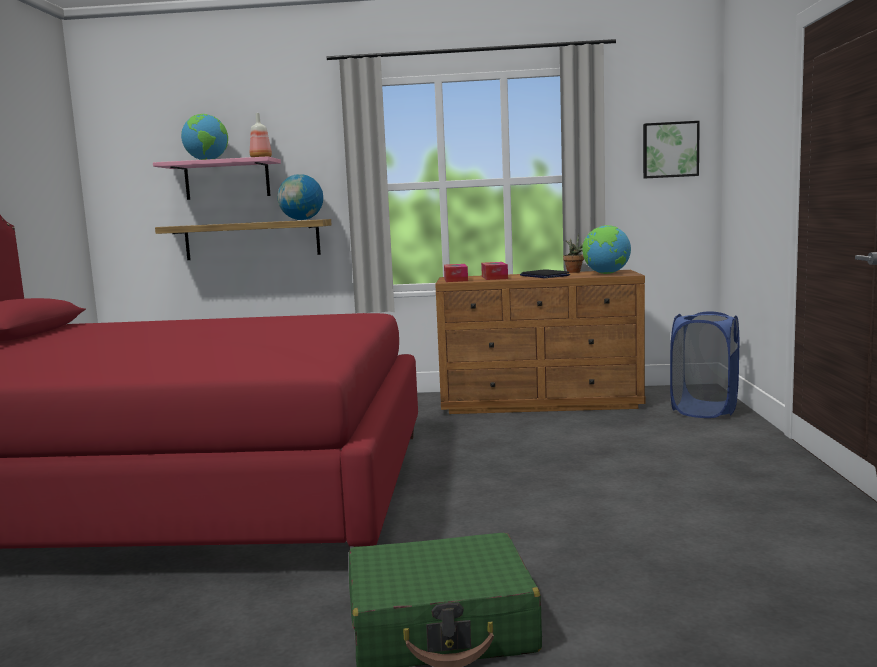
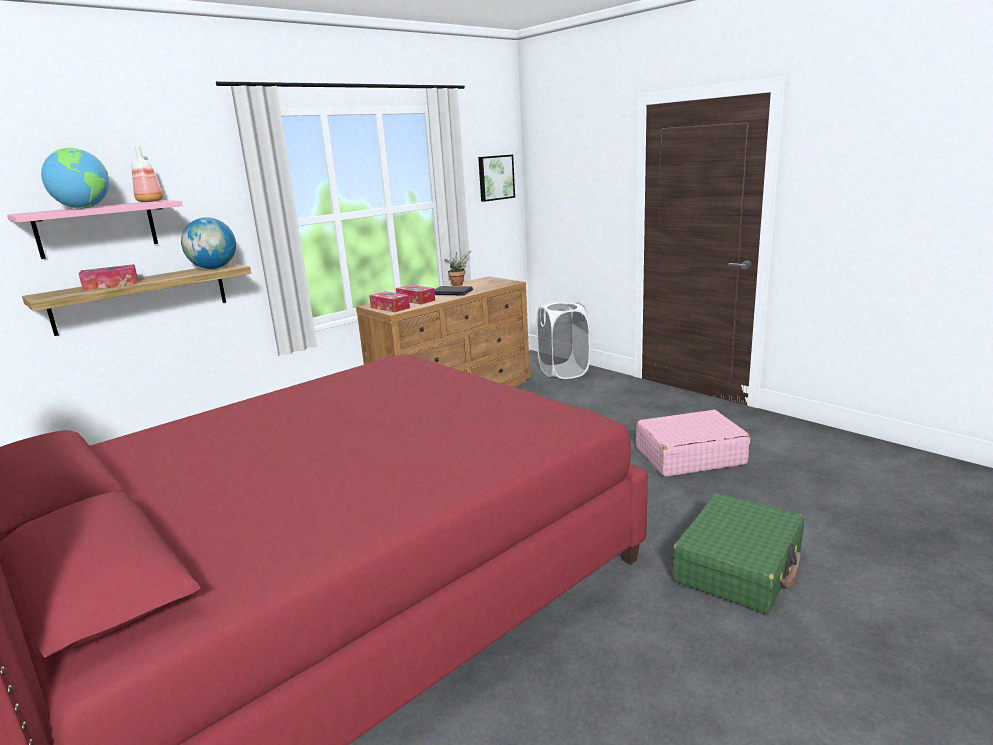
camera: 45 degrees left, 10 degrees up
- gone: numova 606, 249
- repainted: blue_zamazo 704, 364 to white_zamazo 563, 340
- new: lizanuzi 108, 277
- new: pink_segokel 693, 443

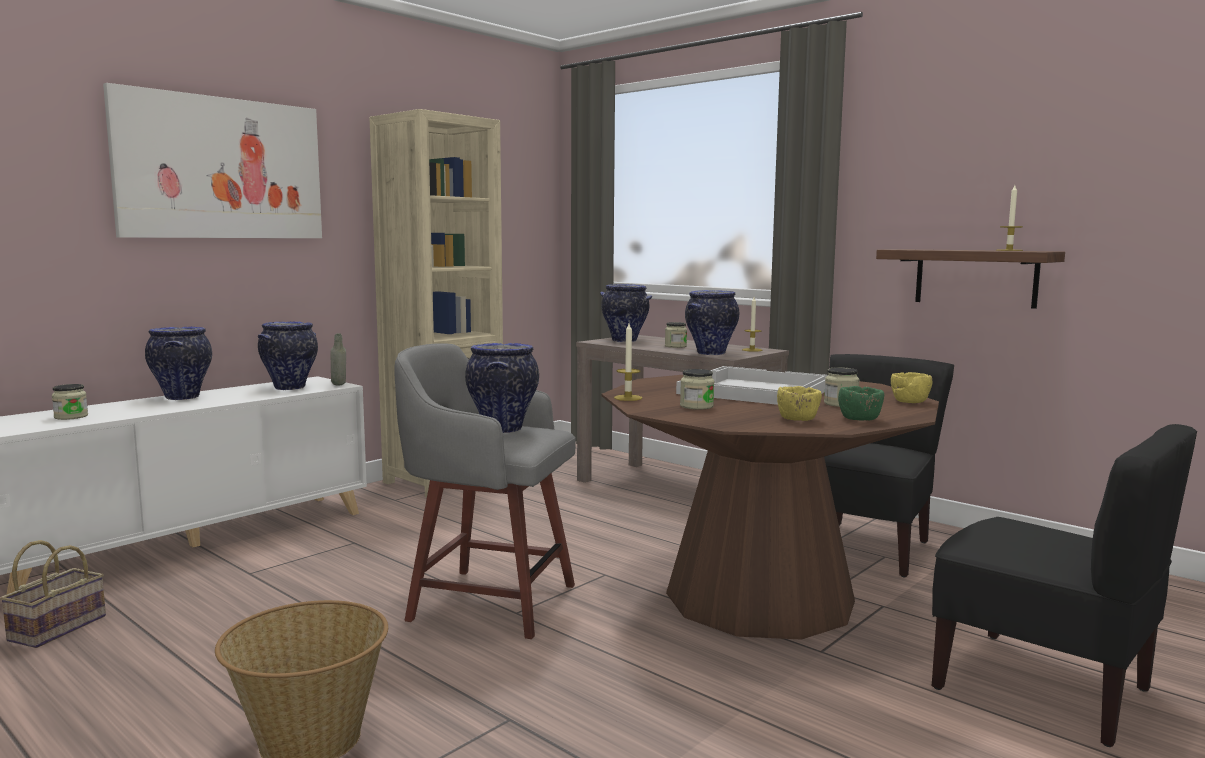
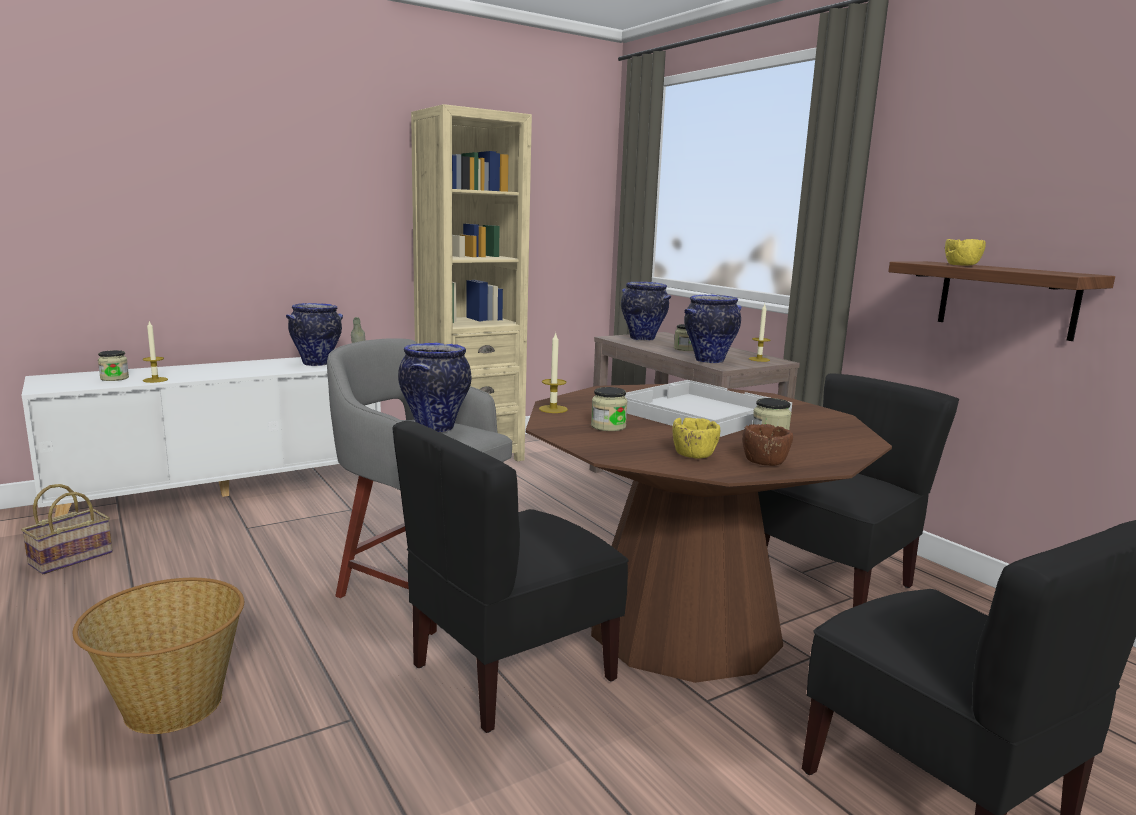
camera: 15 degrees right, 5 degrees up
- gone: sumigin 212, 160
- gone: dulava 178, 363
- repainted: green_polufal 861, 403 to brown_polufal 768, 445
- shifted: yellow_polufal 911, 387 to 965, 252
- shifted: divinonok 1010, 218 to 155, 352
- new: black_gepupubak 510, 577

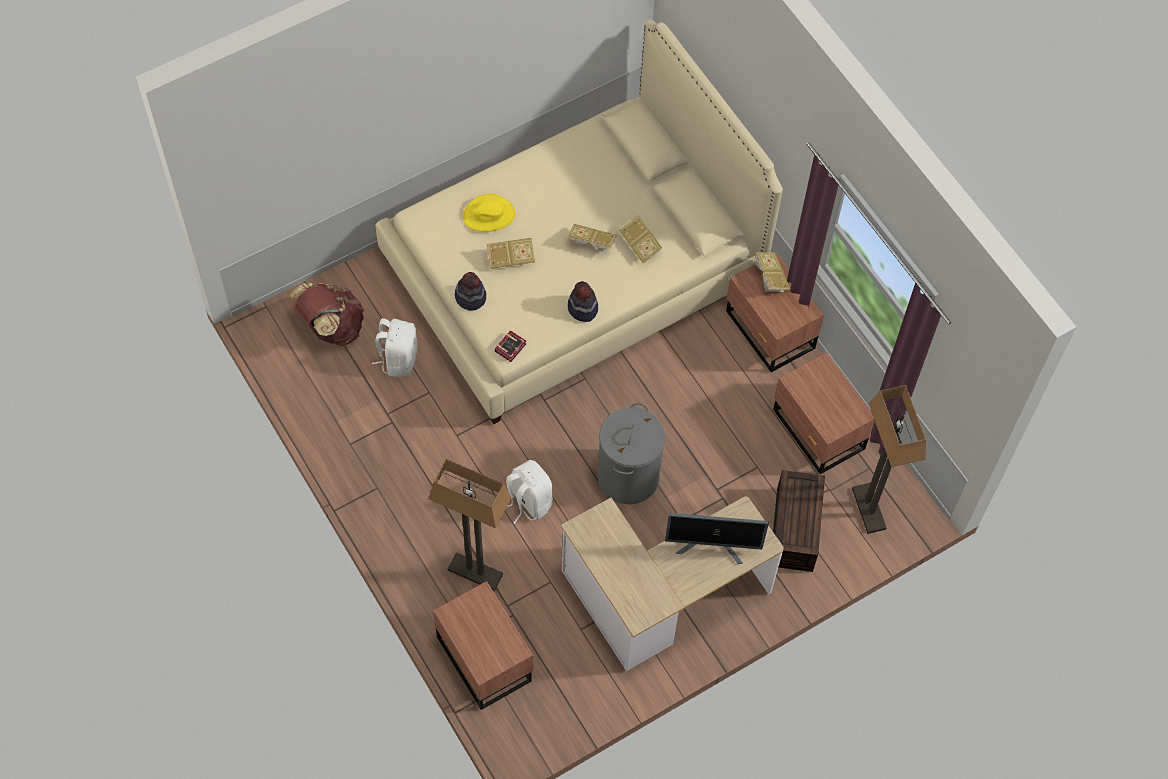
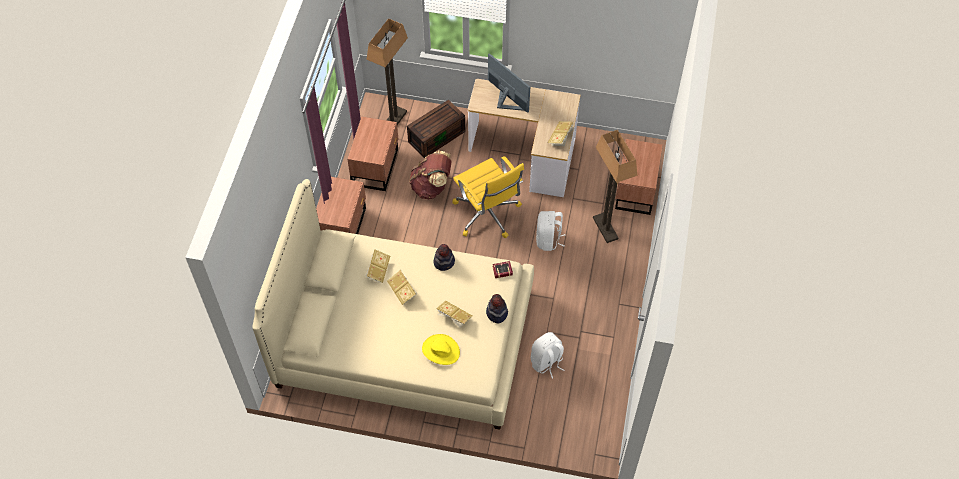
camera: 135 degrees left, 5 degrees down
- shifted: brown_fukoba 326, 314 to 430, 174
- swapped: grey_zamazo 631, 453 to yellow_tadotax 488, 197
- shifted: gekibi 772, 272 to 561, 133

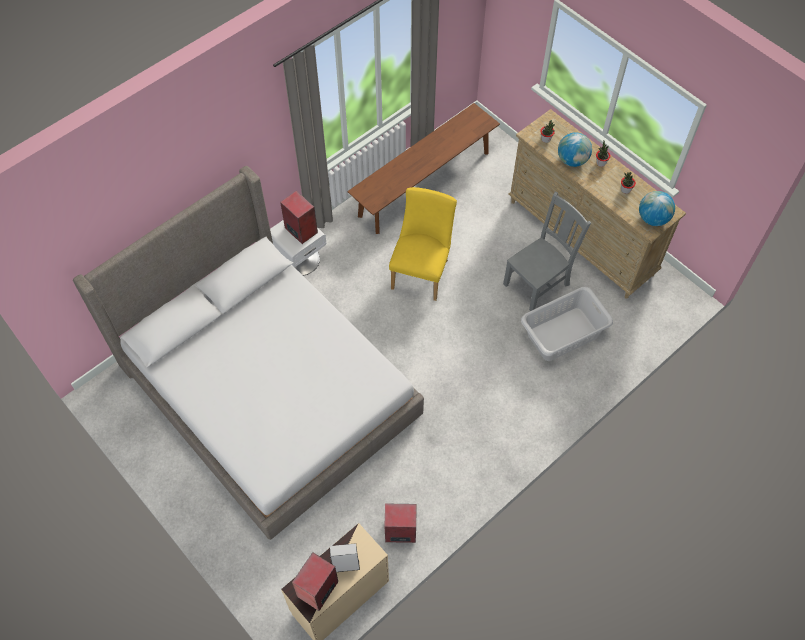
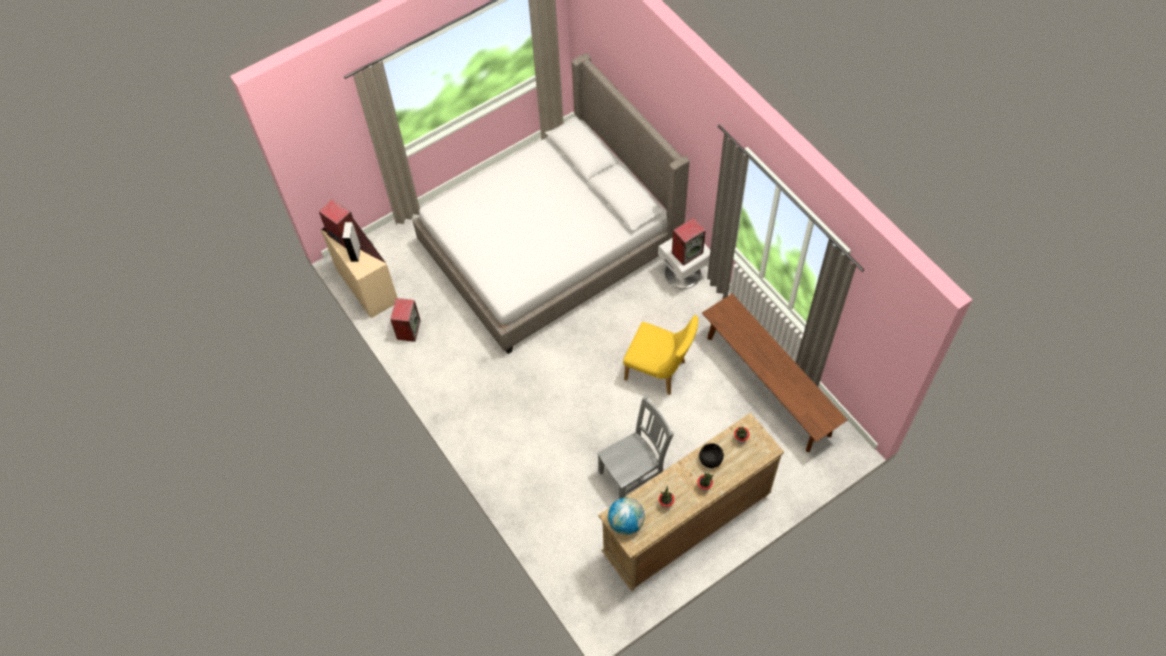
camera: 100 degrees right, 0 degrees up
- rotated: grey_gepupubak 547, 251 = 635, 447 90 degrees counterclockwise
- gone: grey_zamazo 567, 324
- swapped: numova 575, 149 to black_polufal 711, 455

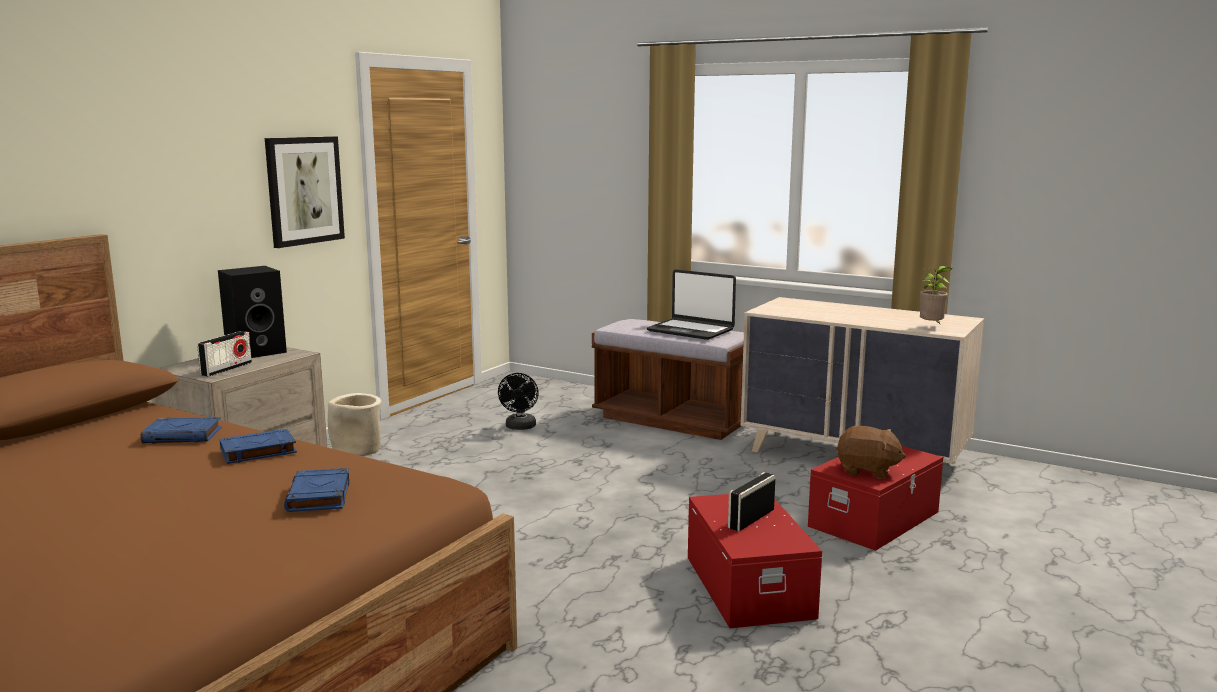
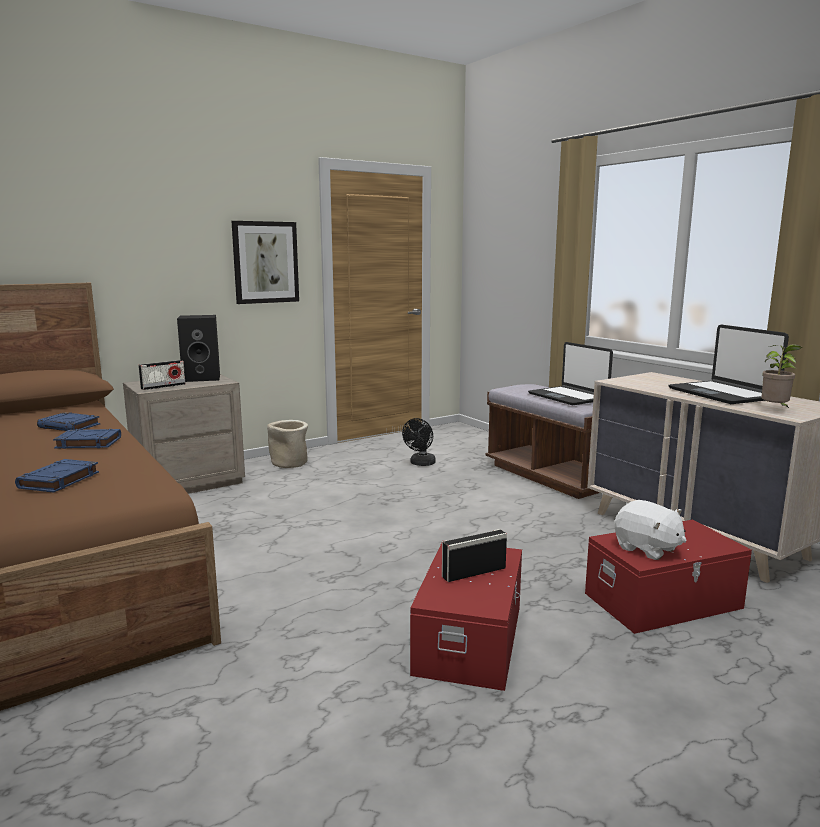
camera: 25 degrees right, 0 degrees up
- repainted: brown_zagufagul 871, 452 to white_zagufagul 651, 530
- new: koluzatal 729, 364

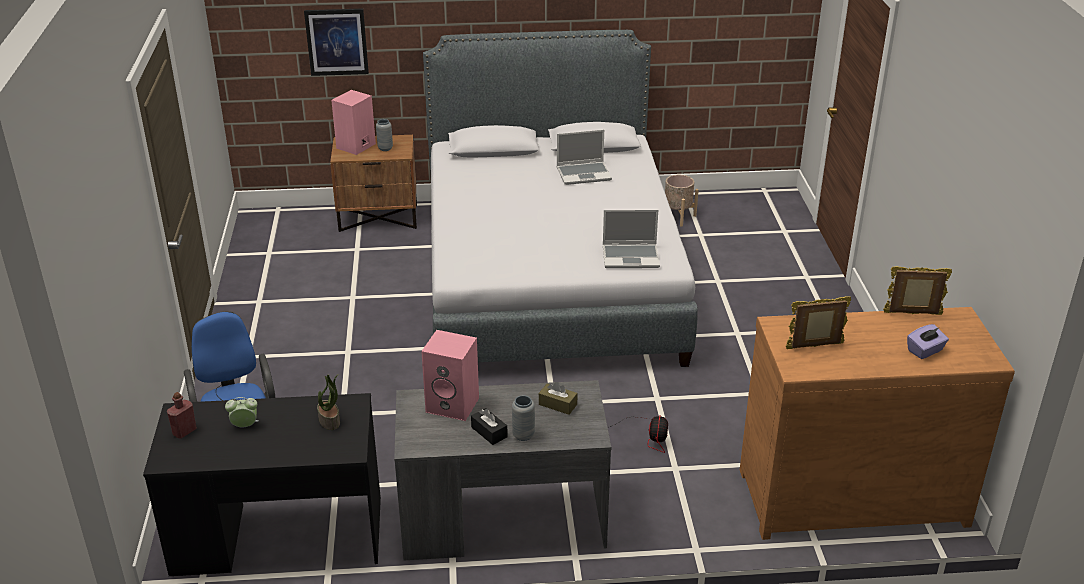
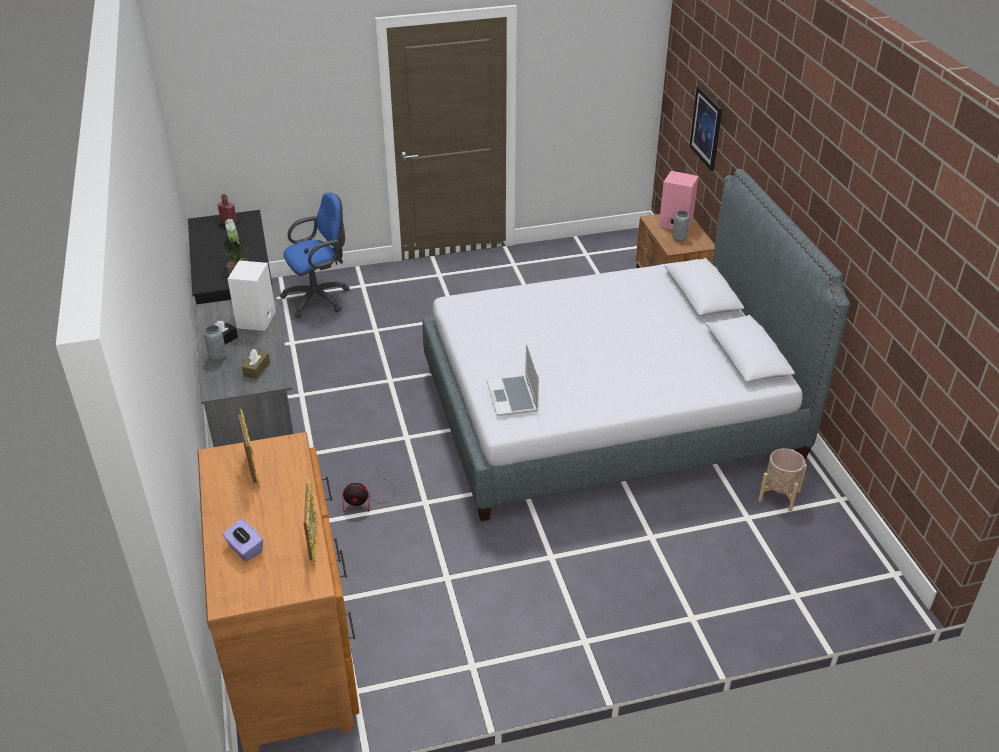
camera: 80 degrees right, 5 degrees up
- repainted: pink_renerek 450, 375 to white_renerek 252, 296
- gone: koluzatal 584, 157

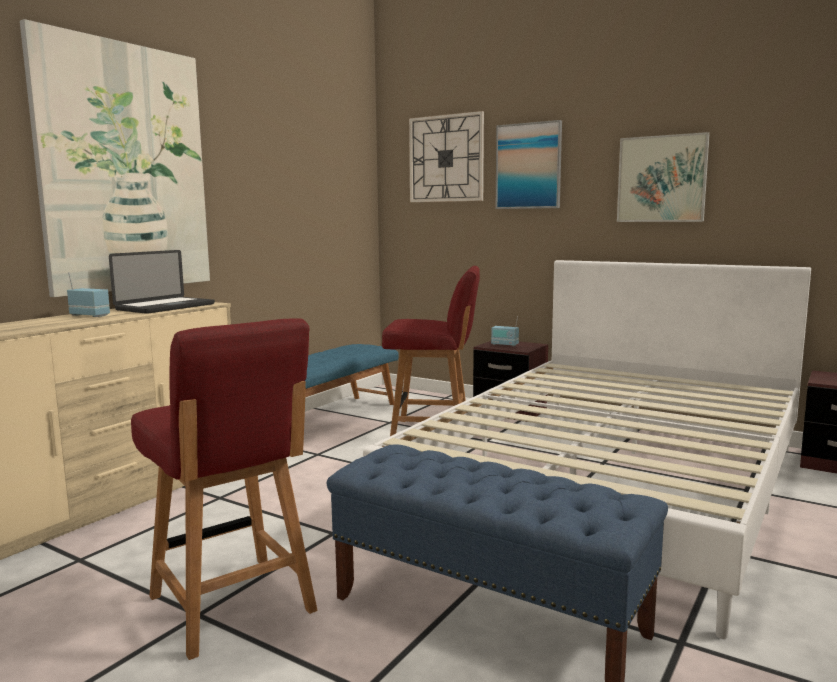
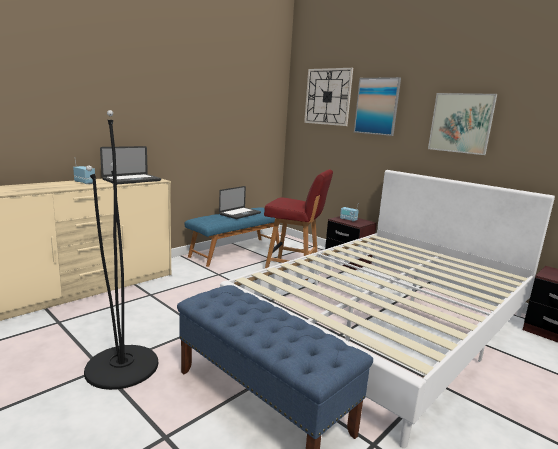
camera: 10 degrees right, 5 degrees up
- gone: sumigin 115, 158
- swapped: red_gepupubak 224, 489 to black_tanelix 121, 250
- new: koluzatal 240, 202

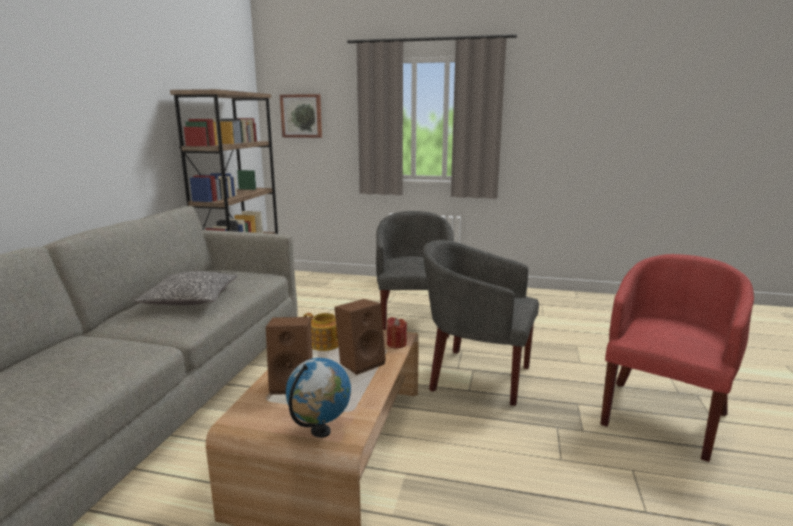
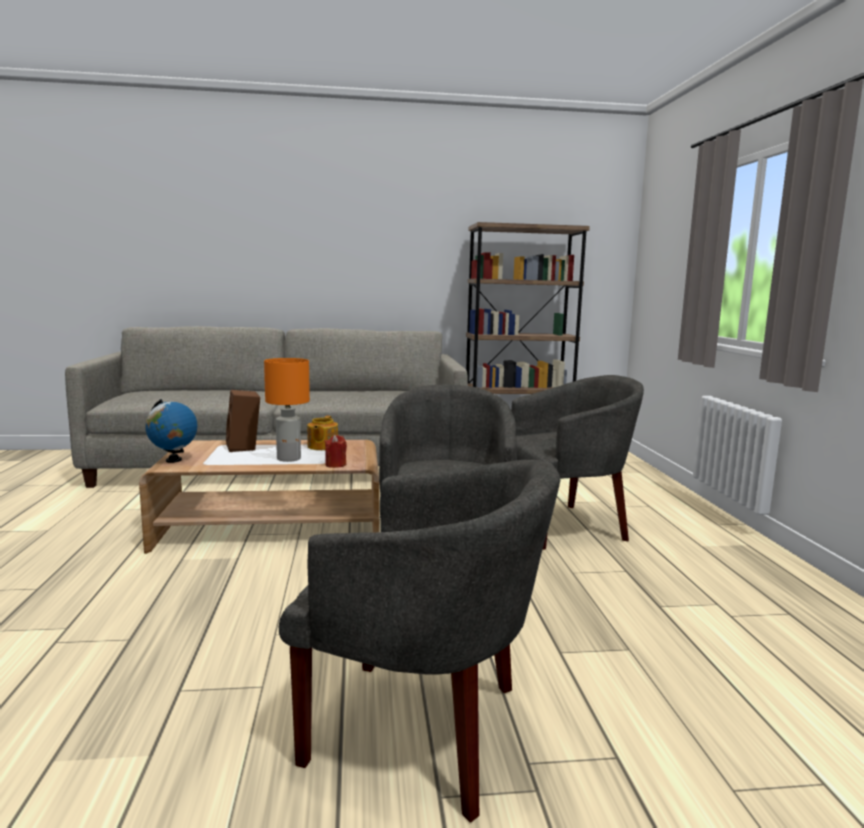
camera: 70 degrees right, 5 degrees down
- gone: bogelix 185, 288
- gone: sumigin 301, 116
- swapped: brown_renerek 360, 337 to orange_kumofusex 287, 410
- repainted: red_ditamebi 677, 358 to grey_ditamebi 419, 641

